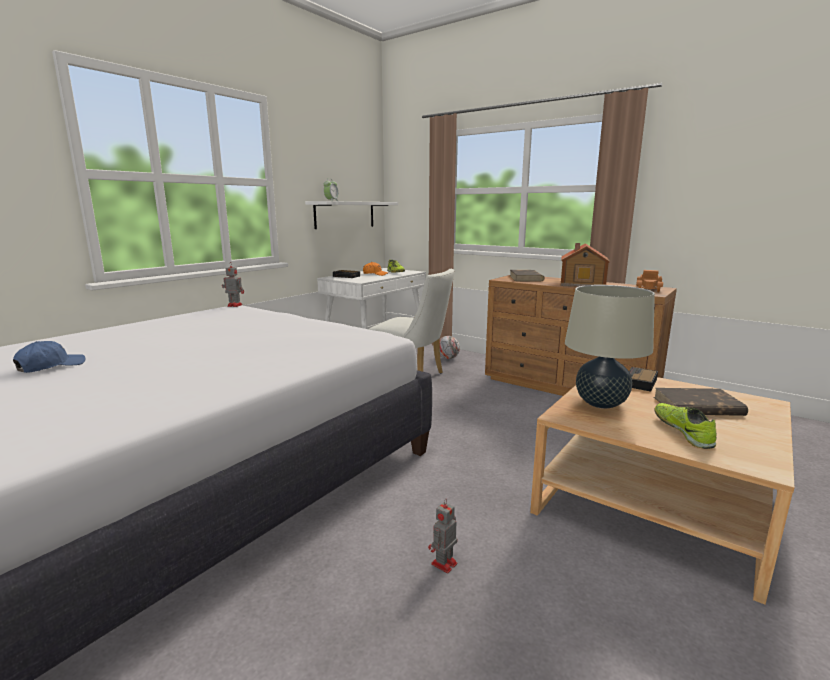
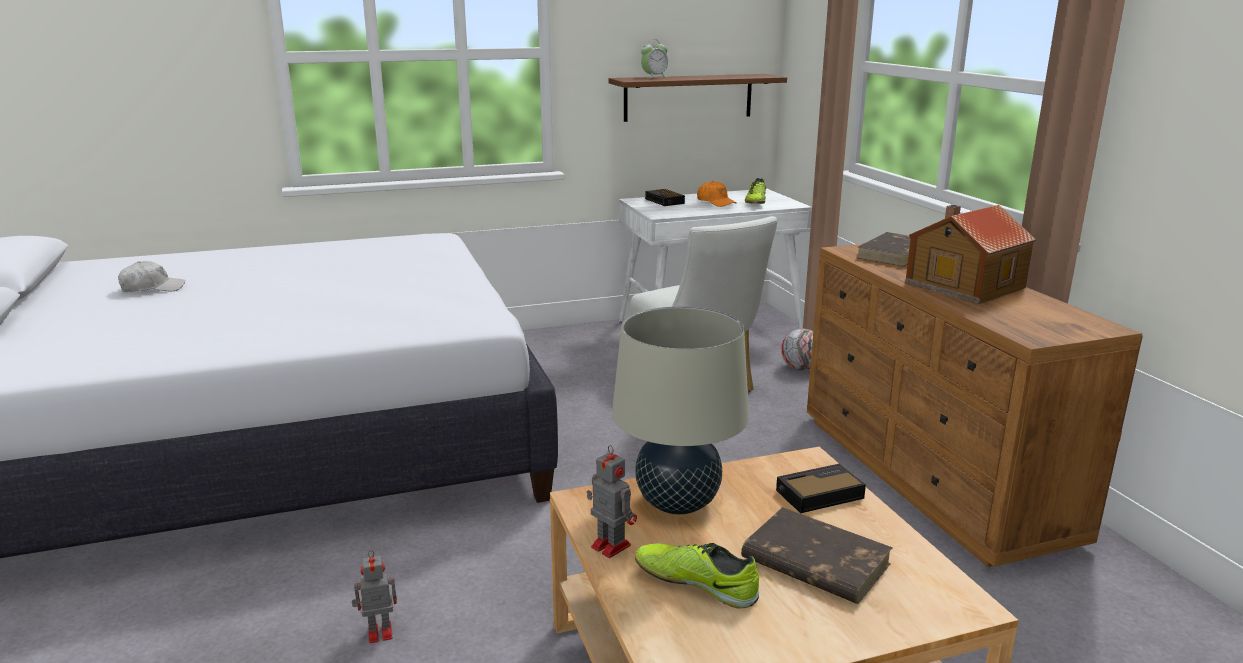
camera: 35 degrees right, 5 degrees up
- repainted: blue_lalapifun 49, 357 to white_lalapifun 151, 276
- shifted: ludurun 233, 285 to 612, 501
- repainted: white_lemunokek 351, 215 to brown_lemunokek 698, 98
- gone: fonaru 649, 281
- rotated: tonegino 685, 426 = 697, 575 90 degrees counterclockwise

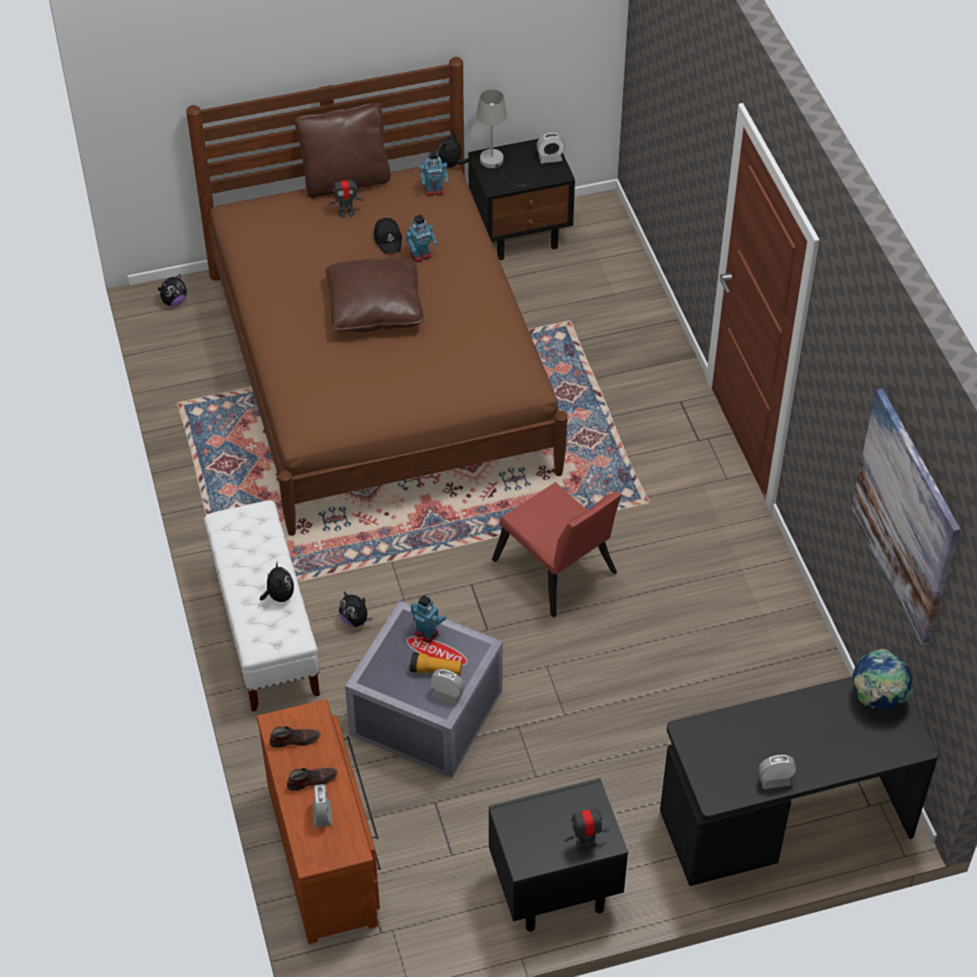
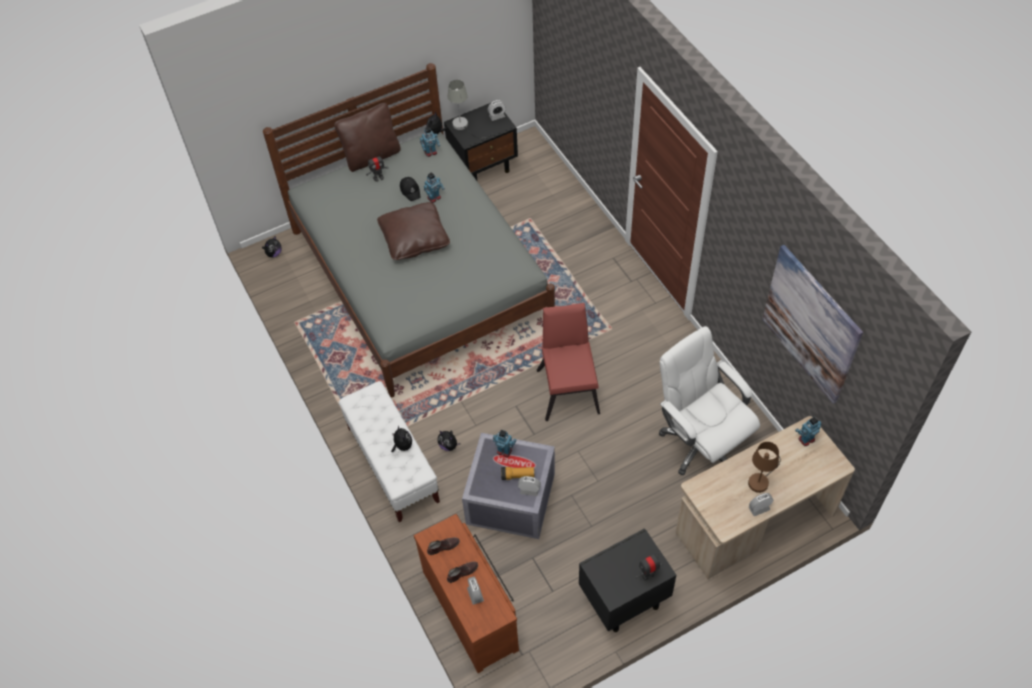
camera: 10 degrees left, 5 degrees up
- repainted: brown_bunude 377, 296 to grey_bunude 409, 230
- rotated: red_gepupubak 557, 550 = 568, 362 135 degrees counterclockwise
- repainted: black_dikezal 799, 781 to beige_dikezal 765, 497
- swapped: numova 882, 679 to ludurun 808, 431
- new: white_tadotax 709, 400
- new: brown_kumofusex 764, 467

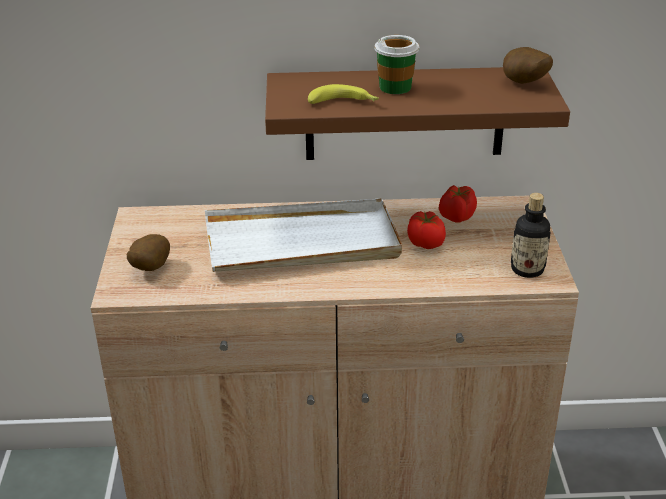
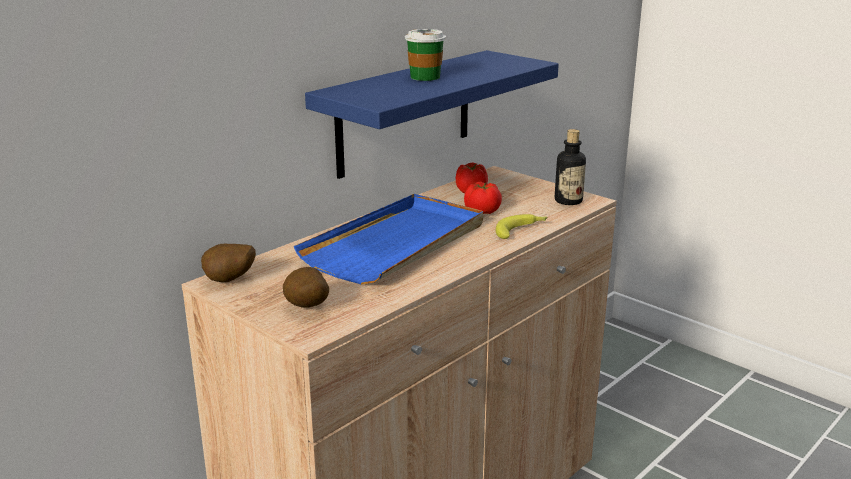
camera: 45 degrees left, 10 degrees down
- repainted: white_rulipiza 303, 235 to blue_rulipiza 388, 239
- repainted: brown_lemunokek 417, 113 to blue_lemunokek 432, 114
- shifted: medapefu 343, 94 to 522, 226
- shifted: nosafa 528, 65 to 228, 263

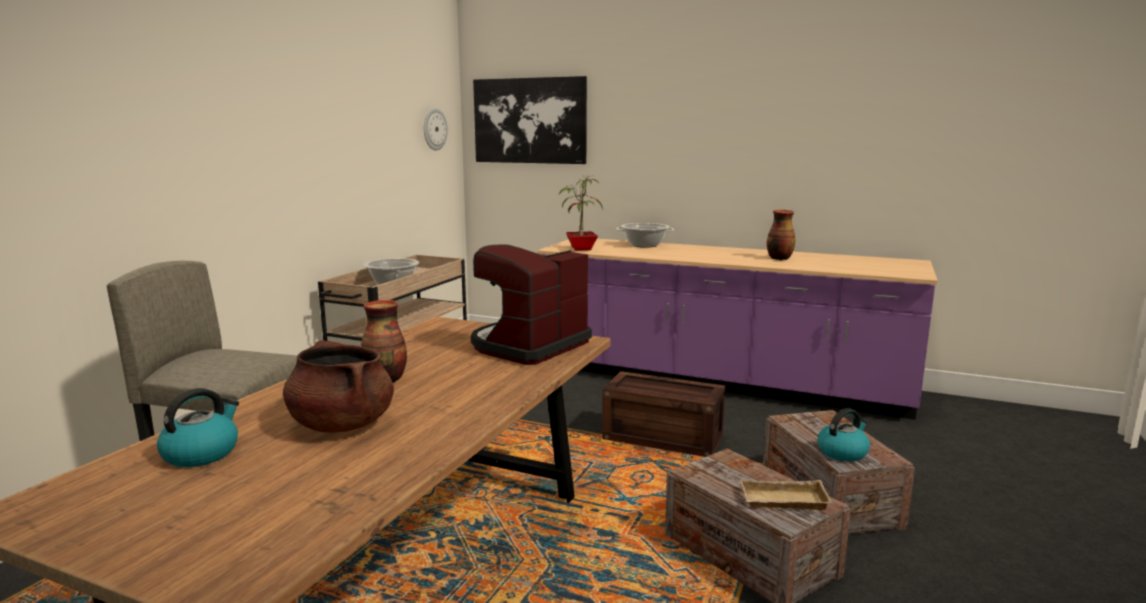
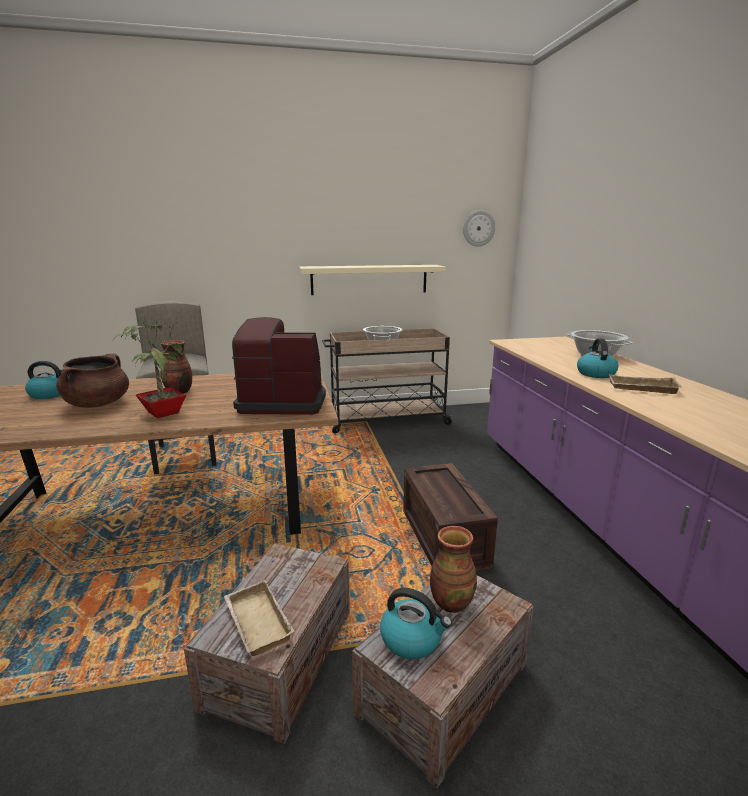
camera: 55 degrees right, 5 degrees up
- gone: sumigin 530, 120
- shifted: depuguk 581, 213 to 150, 368
- shifted: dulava 781, 235 to 453, 569
- new: beige_lemunokek 372, 280
- new: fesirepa 597, 358
- new: beige_rulipiza 646, 384

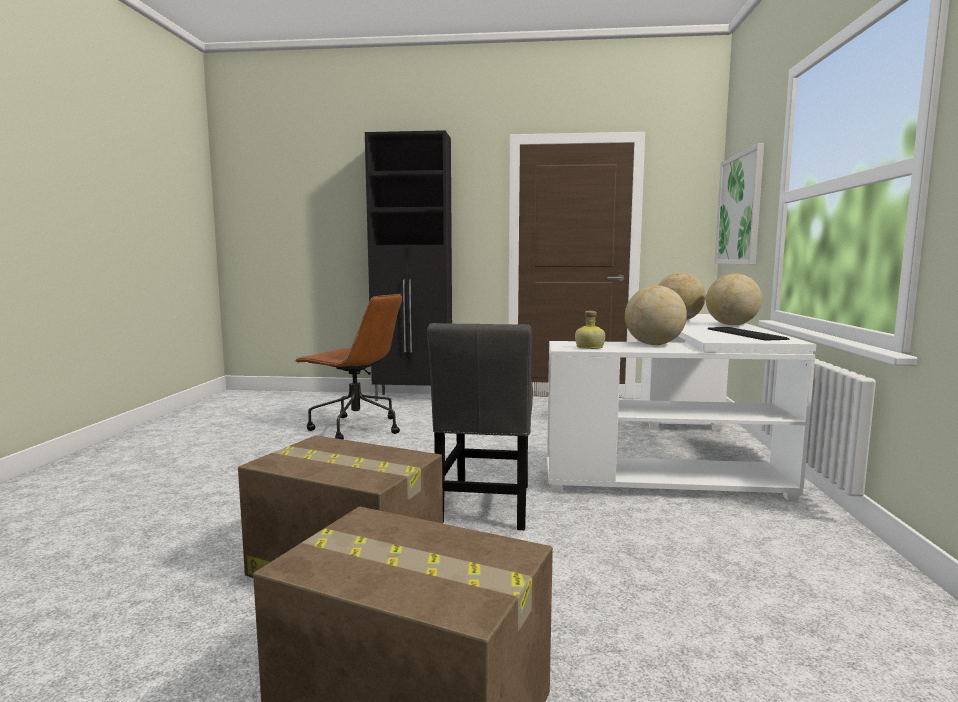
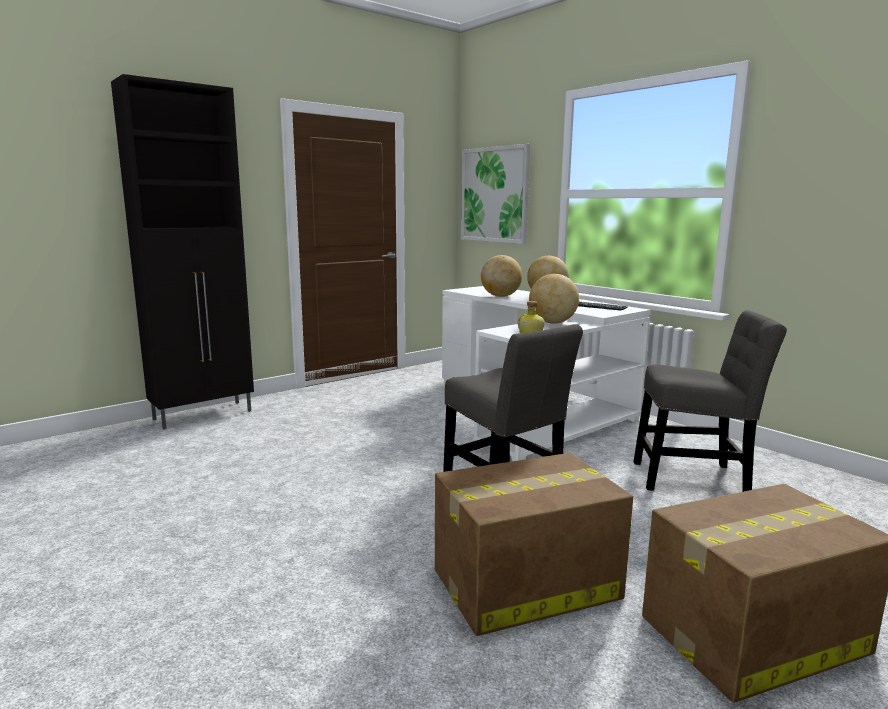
camera: 45 degrees left, 5 degrees up
- gone: brown_tadotax 348, 367
- new: grey_gepupubak 710, 401

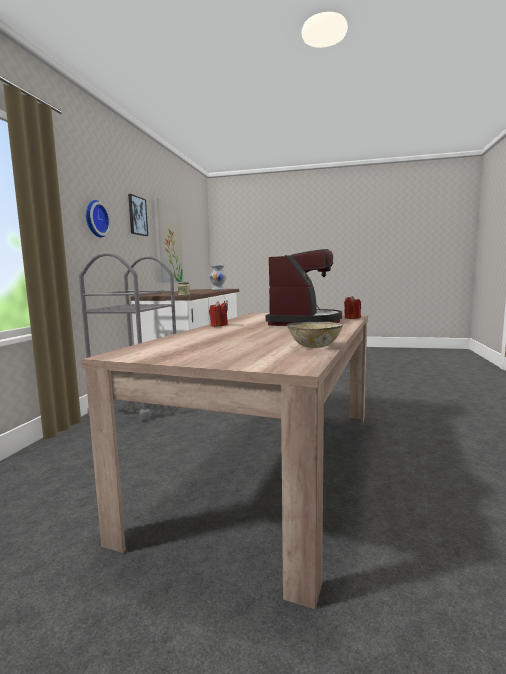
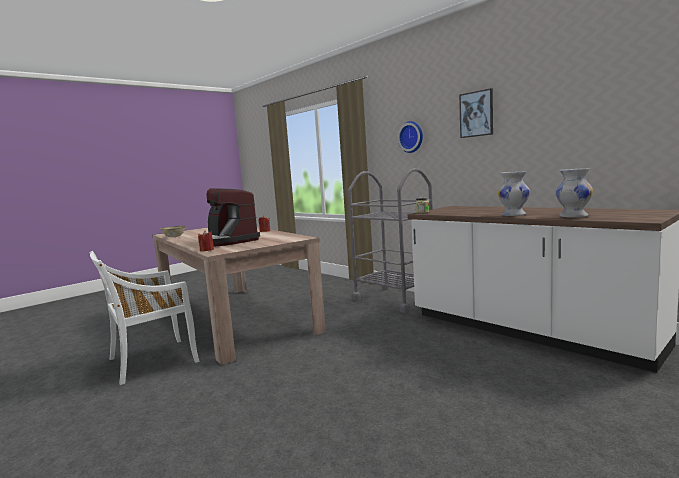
camera: 125 degrees right, 0 degrees up
- gone: sumigin 168, 240
- new: white_gepupubak 144, 318
- new: white_dulava 514, 193

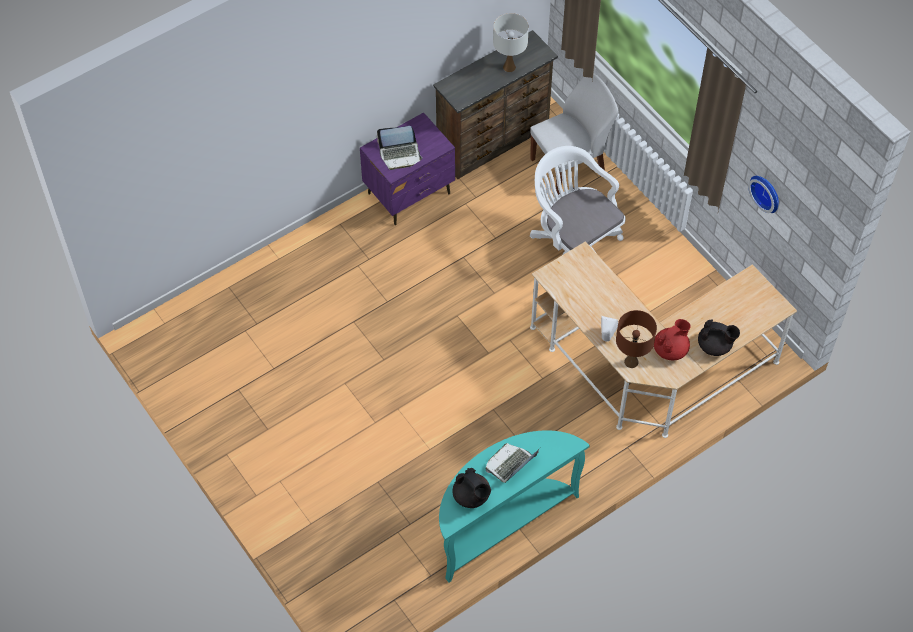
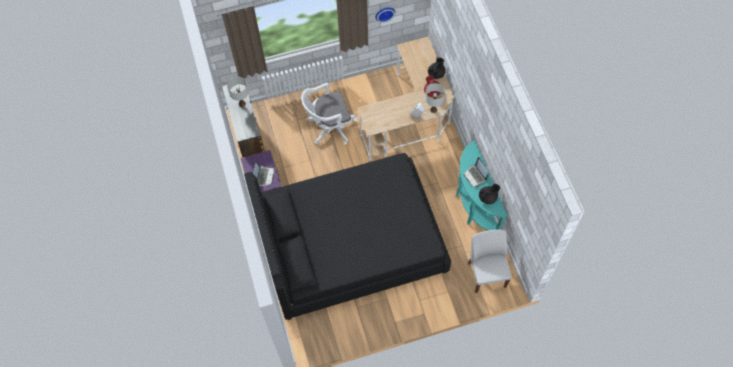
camera: 70 degrees left, 5 degrees up
- shifted: white_gepupubak 574, 134 to 490, 261
- repainted: brown_kumofusex 636, 339 to white_kumofusex 435, 98
- new: black_bunude 347, 236

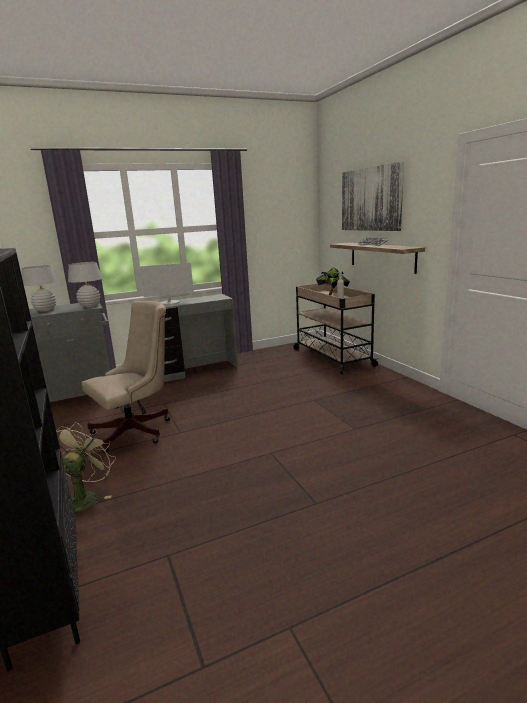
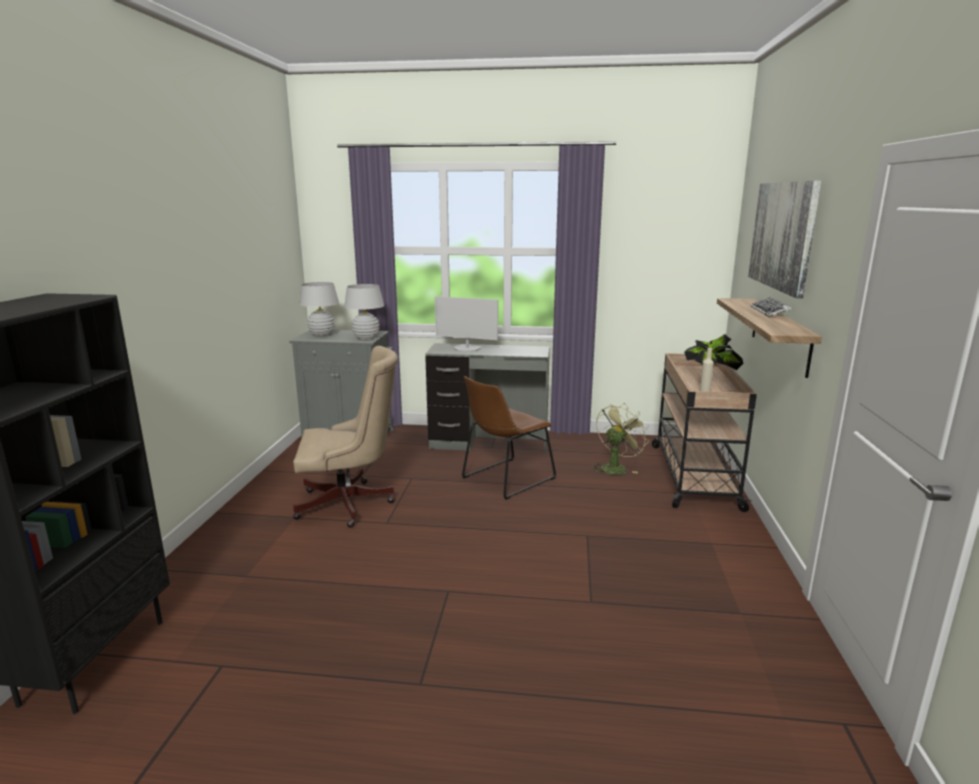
camera: 30 degrees right, 0 degrees up
- shifted: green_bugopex 86, 467 to 620, 439
- new: brown_gepupubak 509, 438

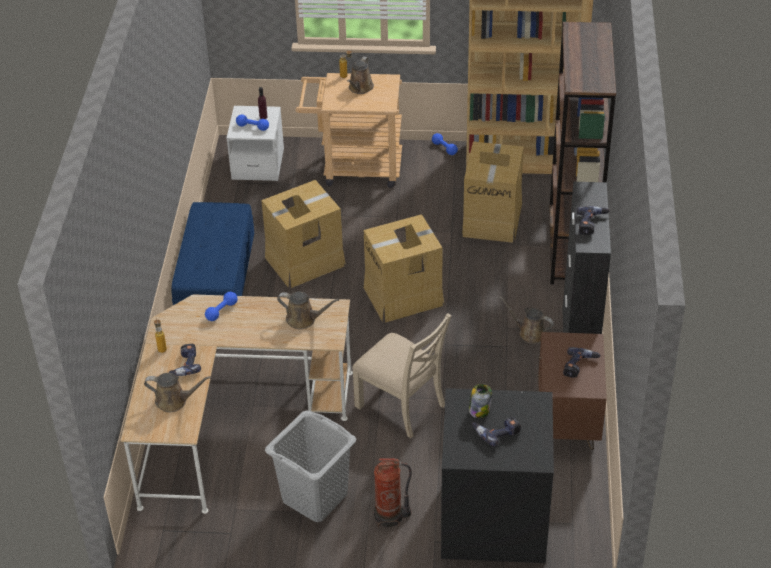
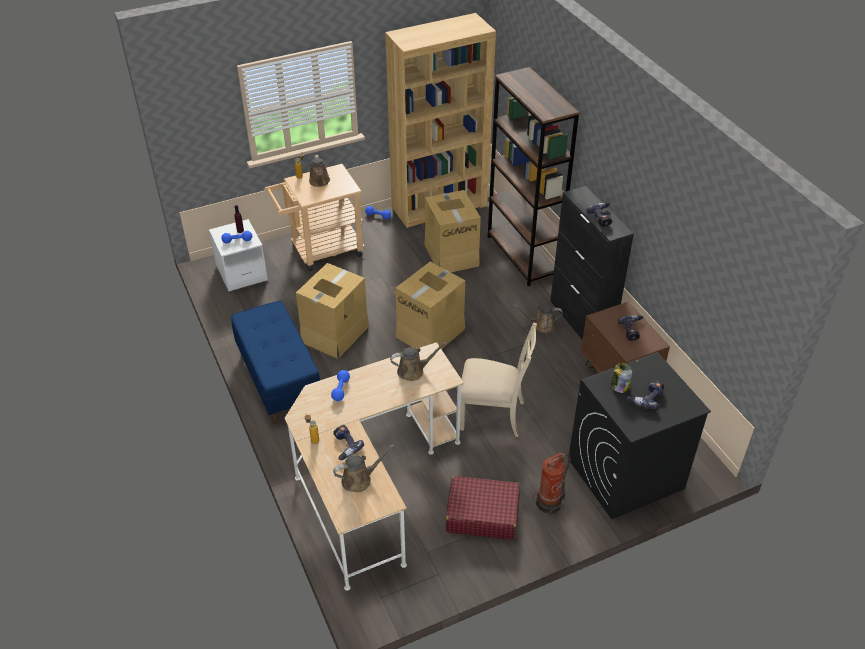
camera: 30 degrees left, 0 degrees up
- swapped: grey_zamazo 310, 466 to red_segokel 483, 507

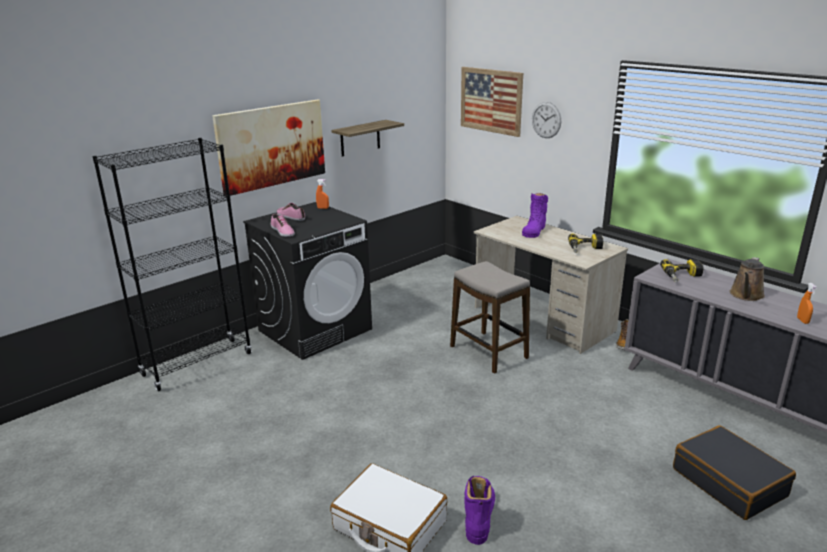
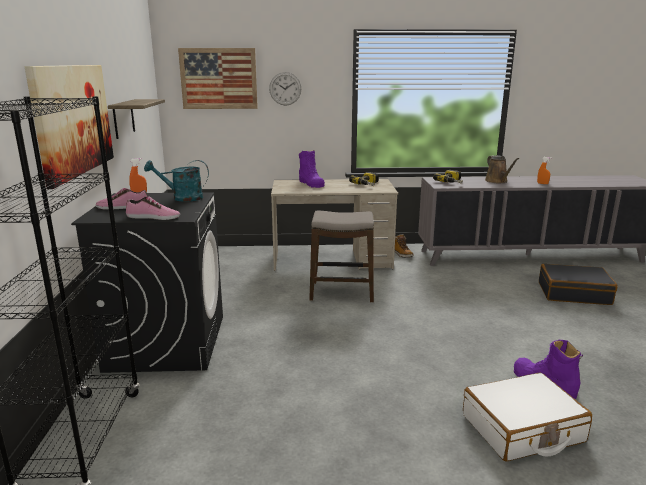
camera: 50 degrees left, 5 degrees down
- new: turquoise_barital 176, 181

